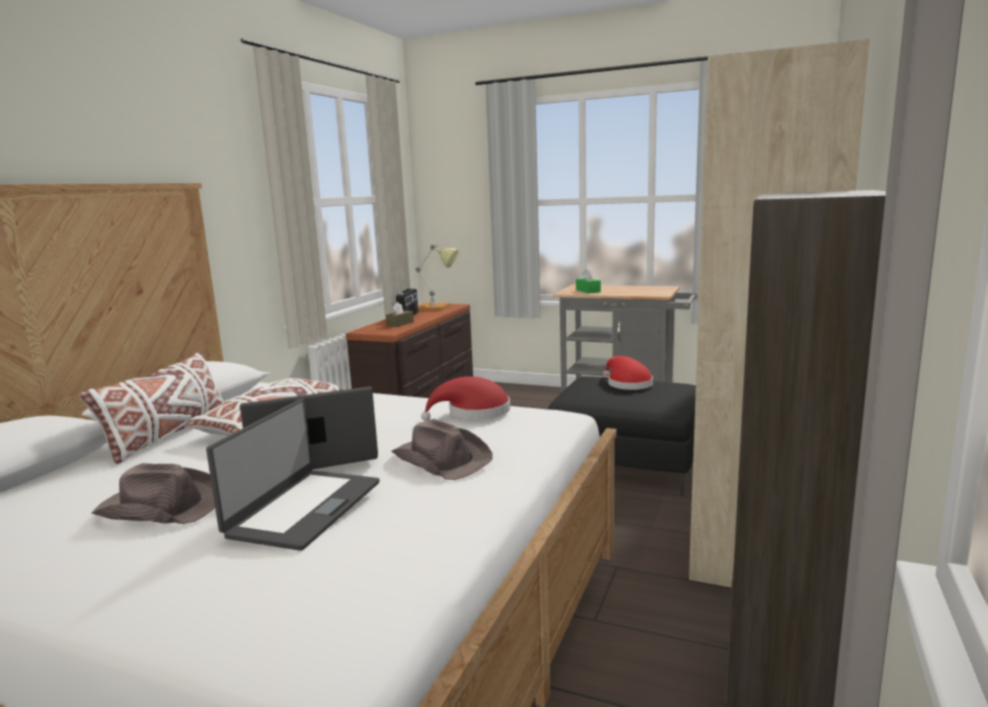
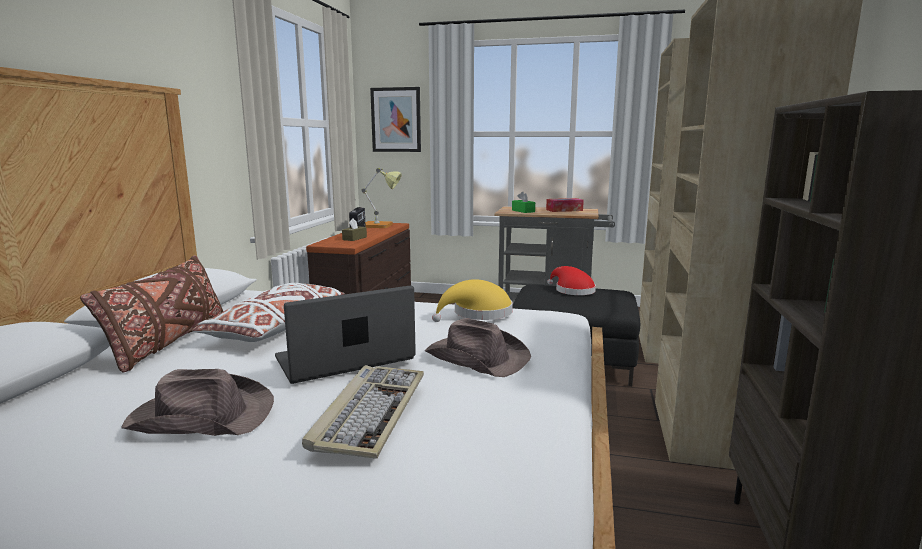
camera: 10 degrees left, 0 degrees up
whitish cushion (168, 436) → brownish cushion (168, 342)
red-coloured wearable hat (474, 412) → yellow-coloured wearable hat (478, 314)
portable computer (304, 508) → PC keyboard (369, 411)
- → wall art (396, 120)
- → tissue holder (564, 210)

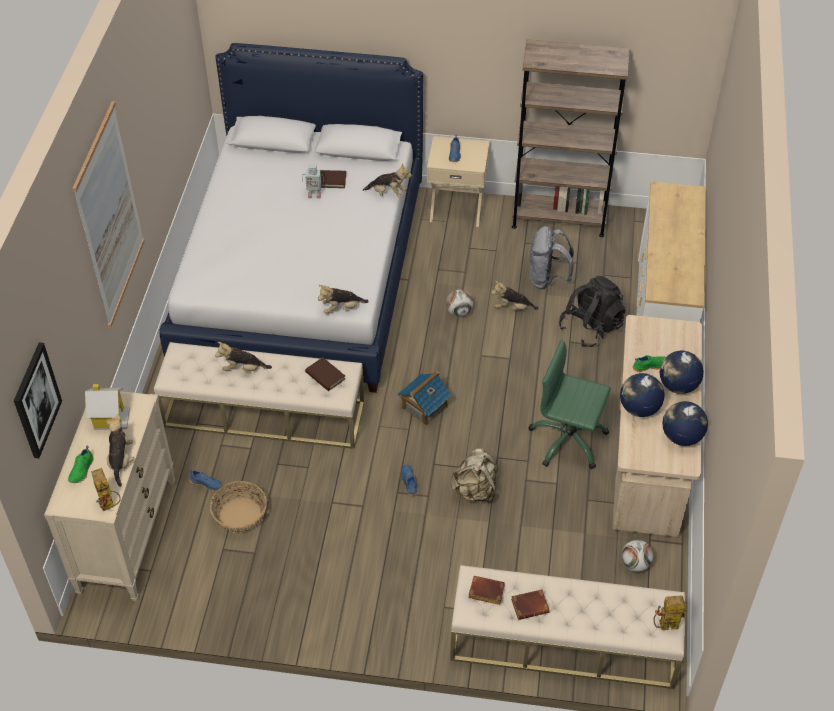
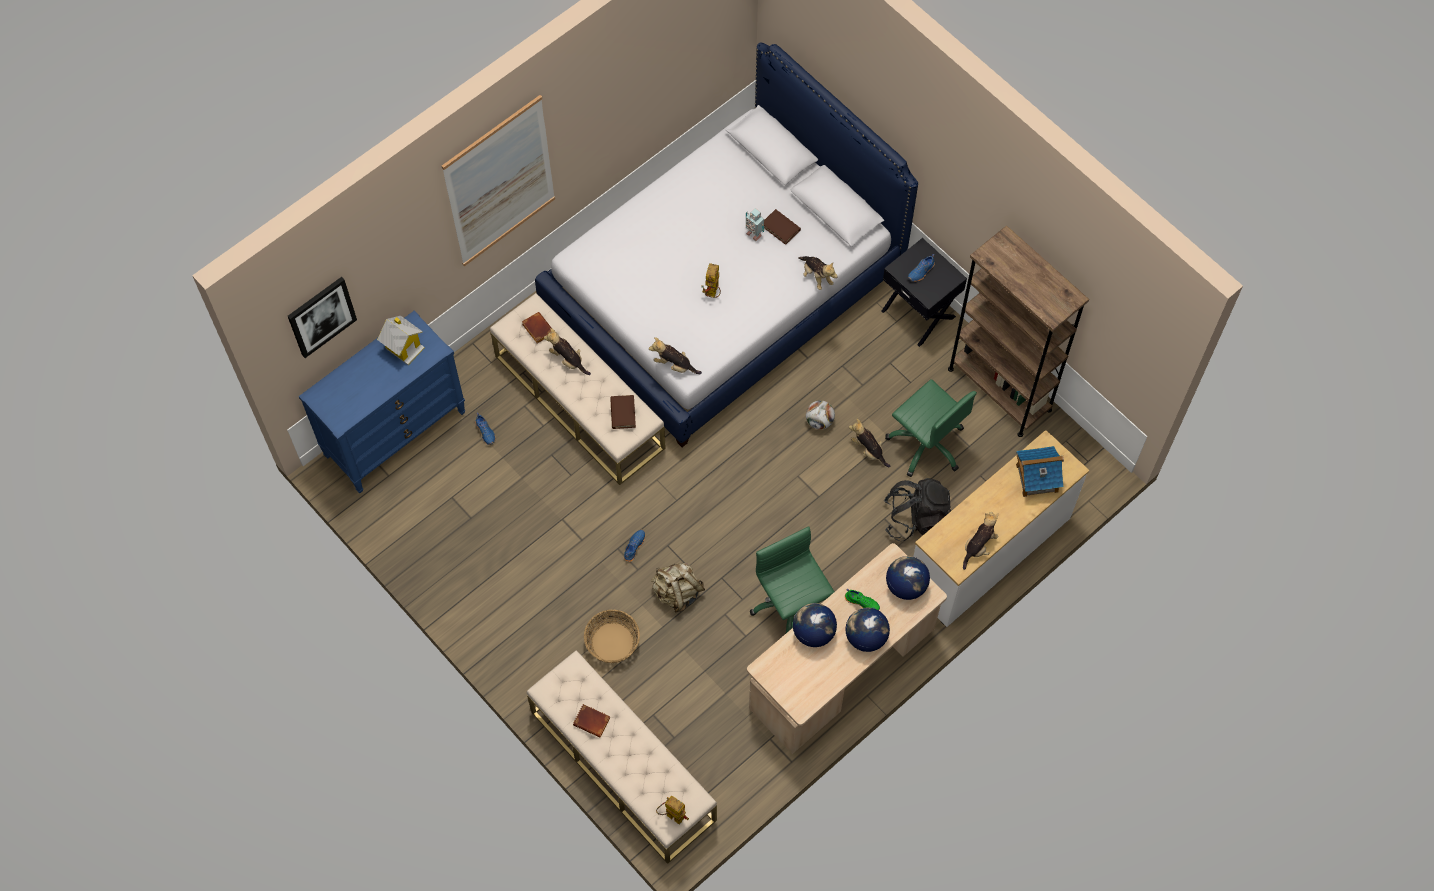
camera: 40 degrees right, 15 degrees up
sand-coloured bedside table (457, 208) → blackish bedside table (919, 313)
grey backpack (547, 279) → greenish computer chair (927, 443)
toy house (424, 407) → toy house (1036, 478), shifted
sand-coloured chest of drawers (127, 535) → blue-coloured chest of drawers (395, 433)
desk globe (681, 437) → desk globe (906, 585), shifted
plush toy (121, 460) → plush toy (978, 546), shifted
greenish item of footwear (82, 470) → -
model robot (109, 505) → model robot (712, 293), shifted
storage basket (239, 515) → storage basket (612, 642), shifted
football (635, 564) → -
brownish volume (485, 592) → brownish volume (537, 329), shifted

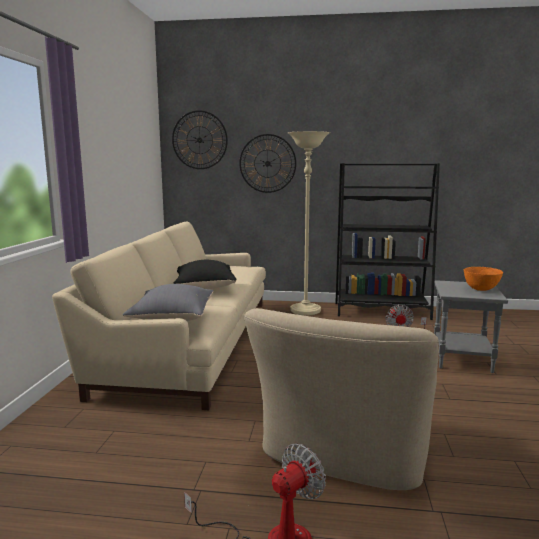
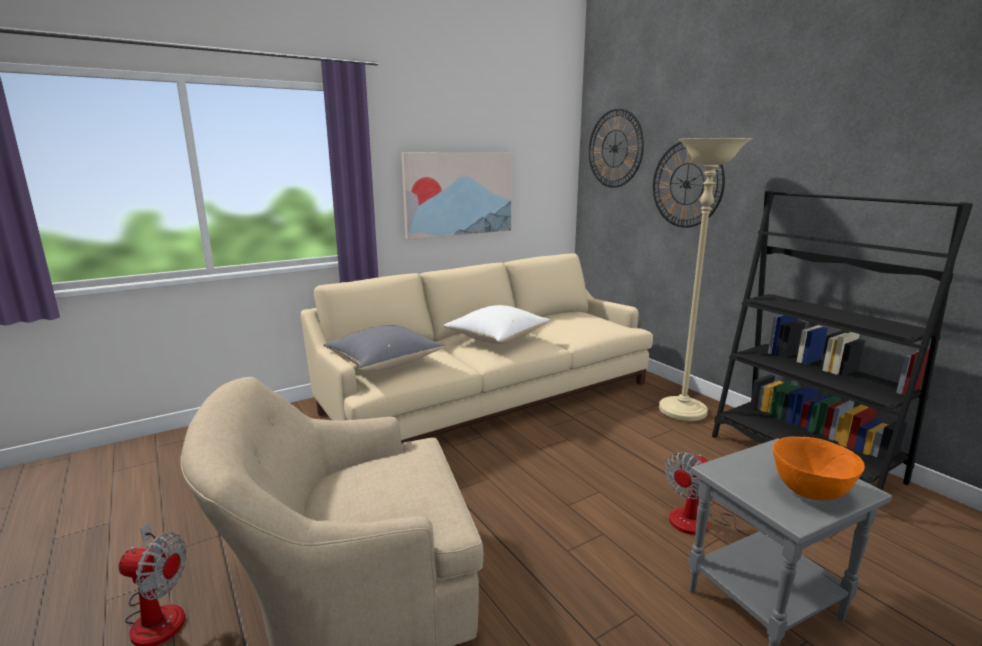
camera: 50 degrees right, 5 degrees up
blackish cushion (204, 287) → whitish cushion (497, 339)
- → wall art (458, 194)

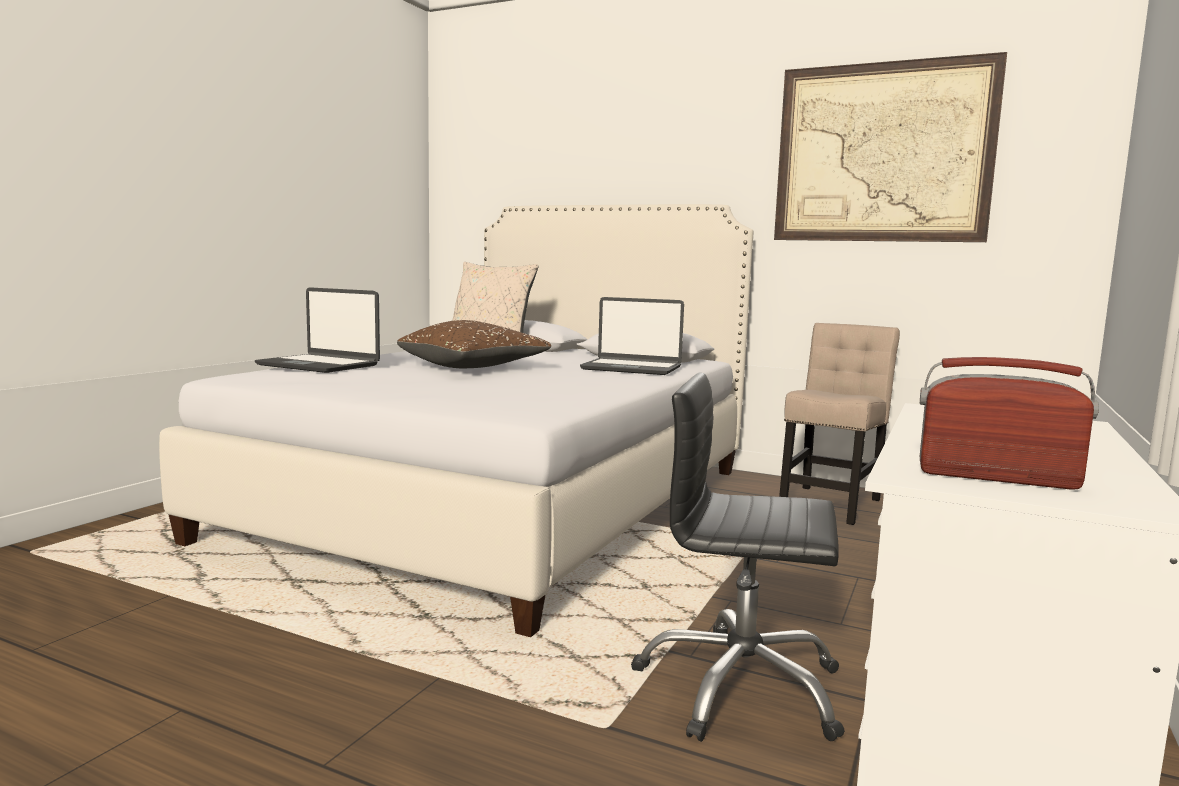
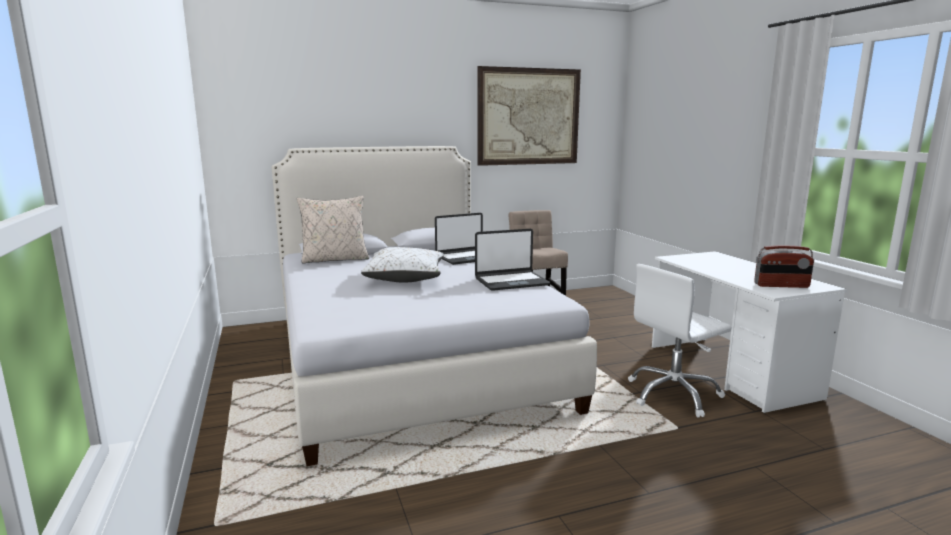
camera: 45 degrees left, 5 degrees up
portable computer (319, 365) → portable computer (511, 282), shifted
brownish cushion (474, 367) → whitish cushion (405, 278)
radio set (996, 477) → radio set (781, 285), 150 degrees counterclockwise
blackish computer chair (740, 687) → whitish computer chair (673, 394)

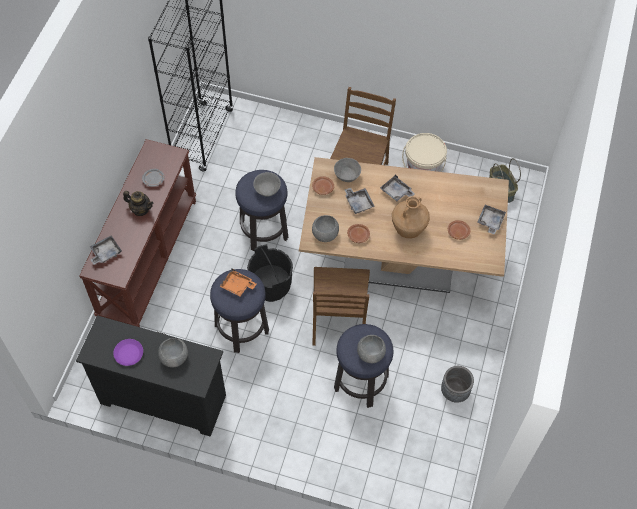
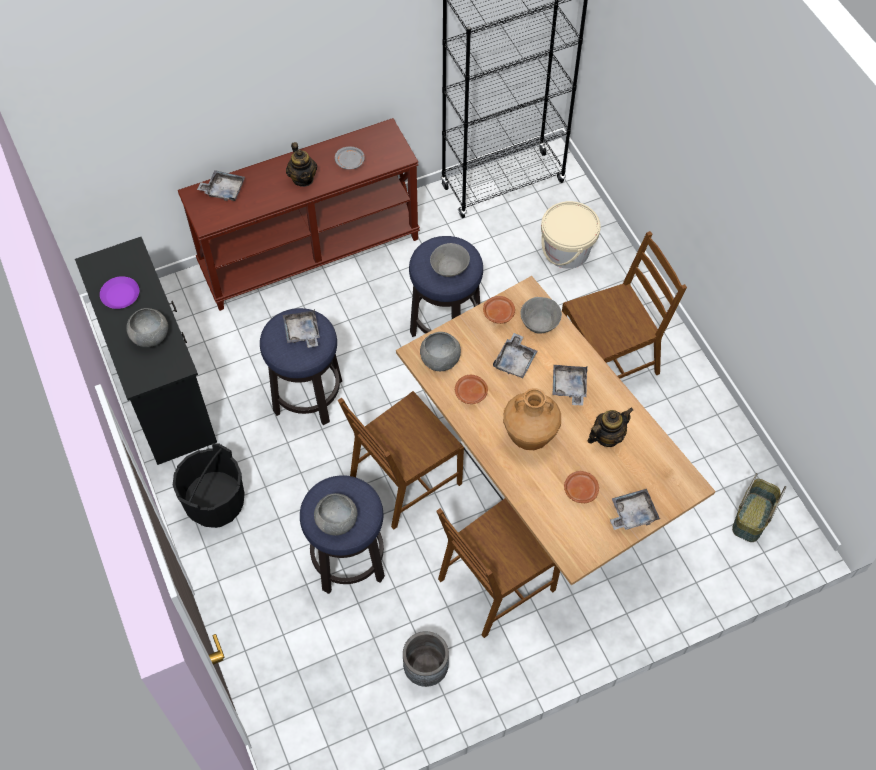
camera: 50 degrees right, 0 degrees up
sand-coloured water bucket (423, 167) → sand-coloured water bucket (566, 251), shifted
blackish water bucket (270, 285) → blackish water bucket (215, 502), shifted
orange-coloured serving tray (237, 286) → grey serving tray (302, 332)
- → pot for tea (607, 437)
- → brownish plain chair (495, 584)

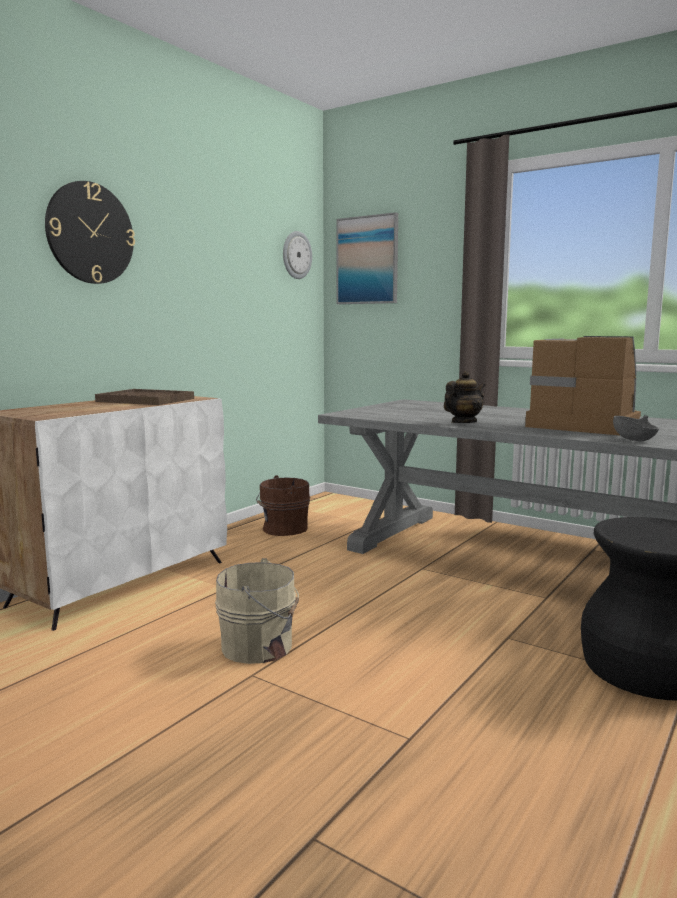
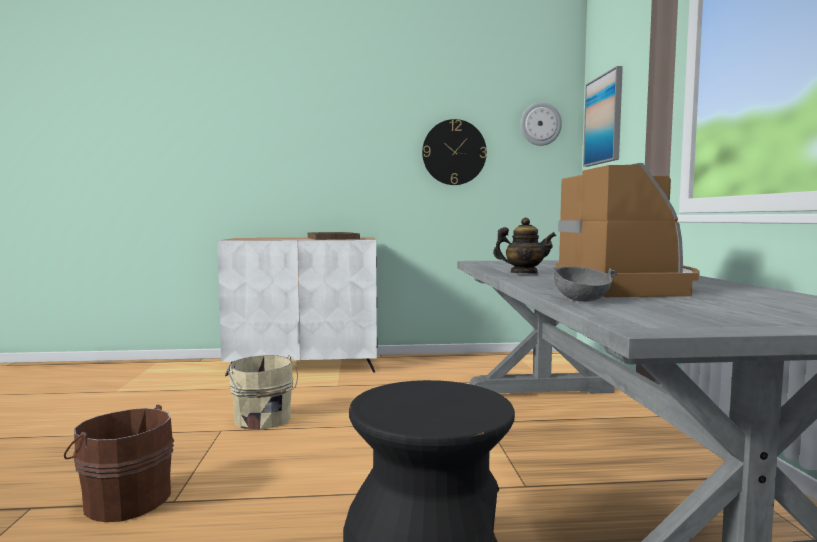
camera: 50 degrees right, 5 degrees down
wall clock (90, 233) → wall clock (454, 152), shifted
brownish water bucket (282, 529) → brownish water bucket (125, 499), shifted

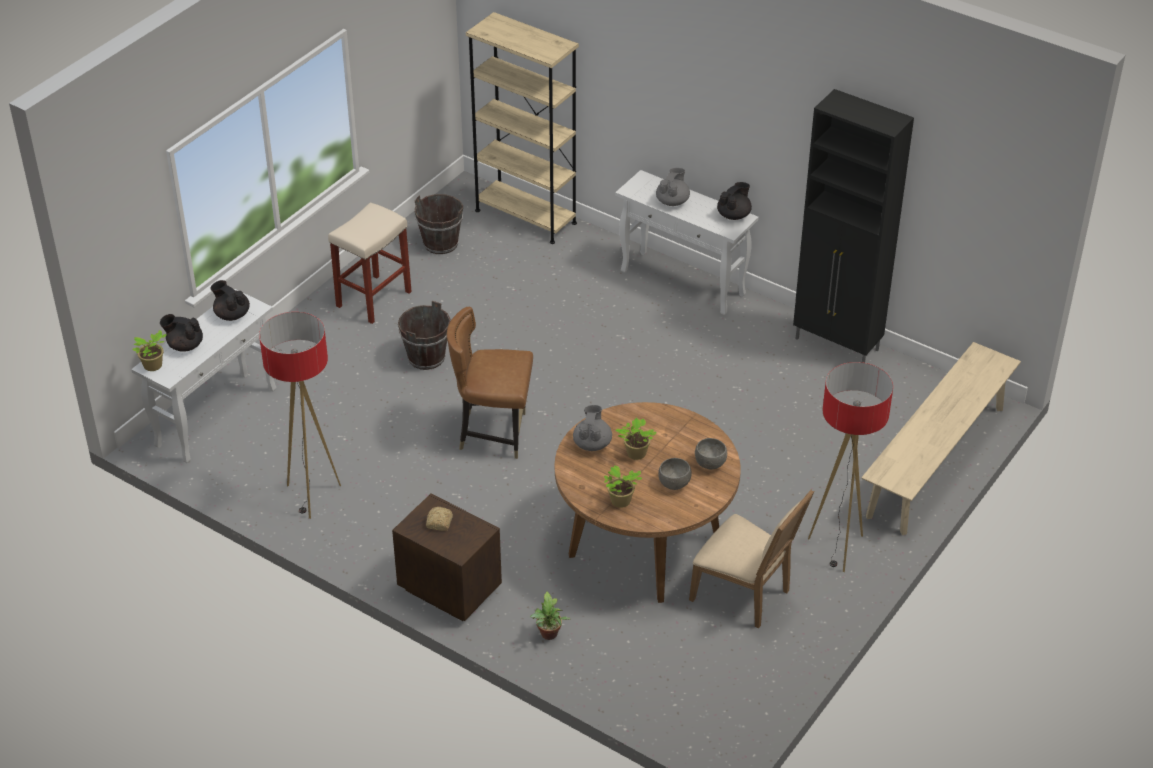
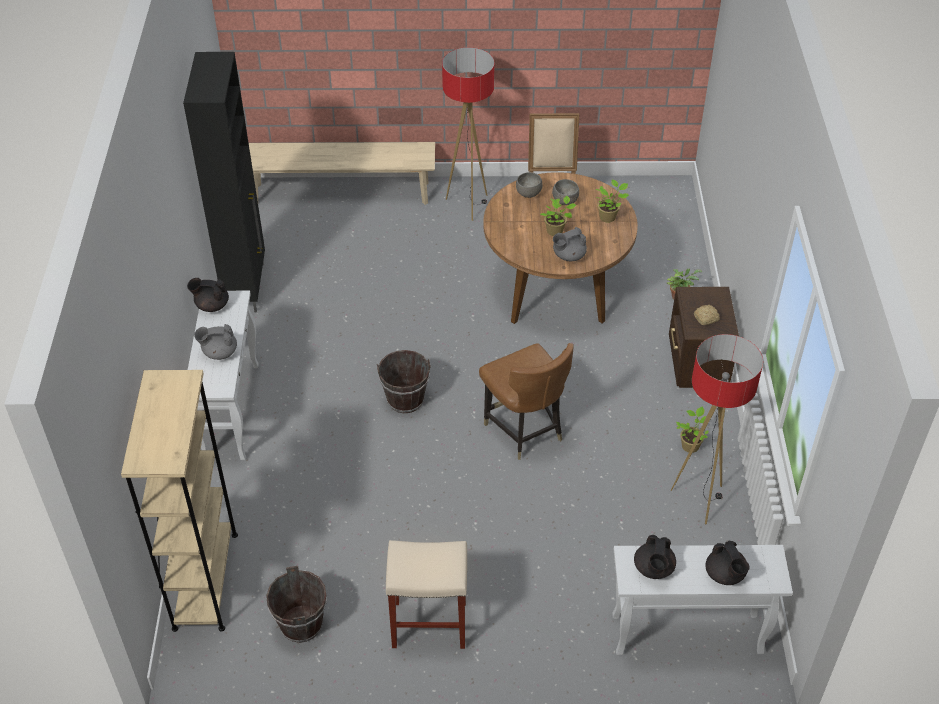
camera: 125 degrees left, 5 degrees up
brownish water bucket (426, 358) → brownish water bucket (405, 399), shifted
potted plant (153, 366) → potted plant (690, 445), shifted

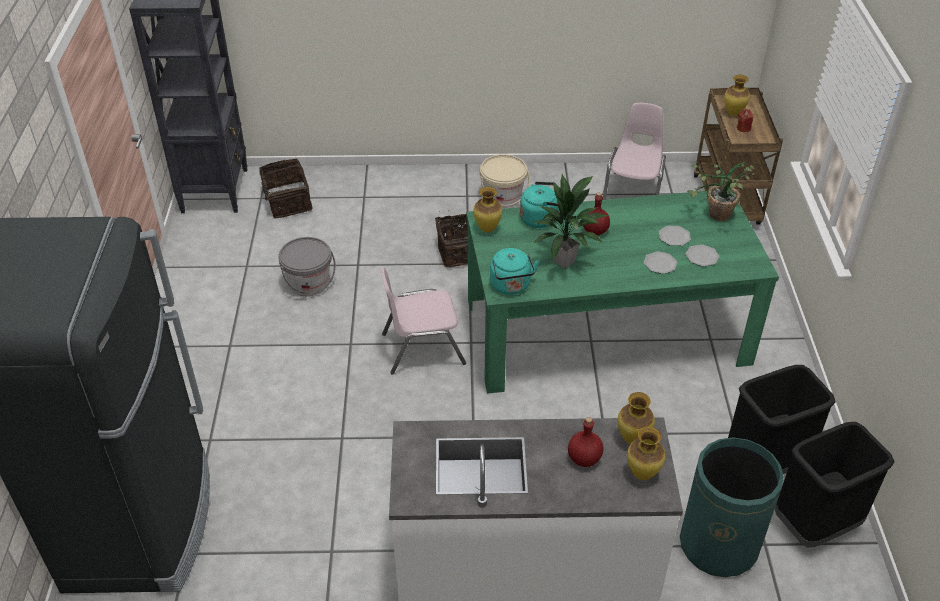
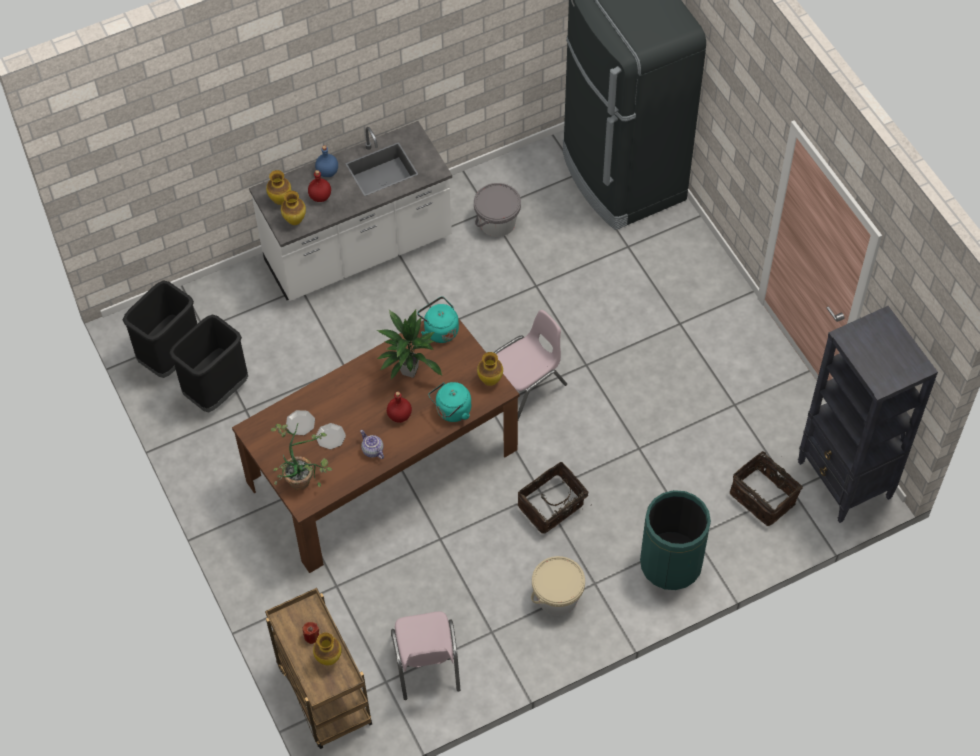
camera: 155 degrees right, 15 degrees up
greenish dinner table (605, 331) → brownish dinner table (382, 466)
grey water bucket (309, 283) → grey water bucket (497, 222), shifted
plate (659, 263) → -
greenish rubbish bin (718, 545) → greenish rubbish bin (670, 563), shifted
- → blue-coloured beverage bottle (327, 172)
- → pot for tea (372, 450)

